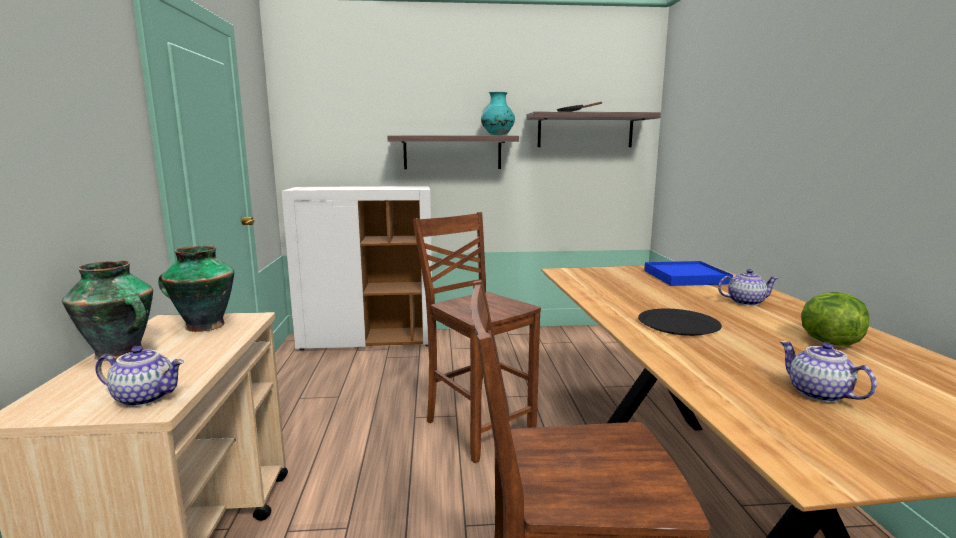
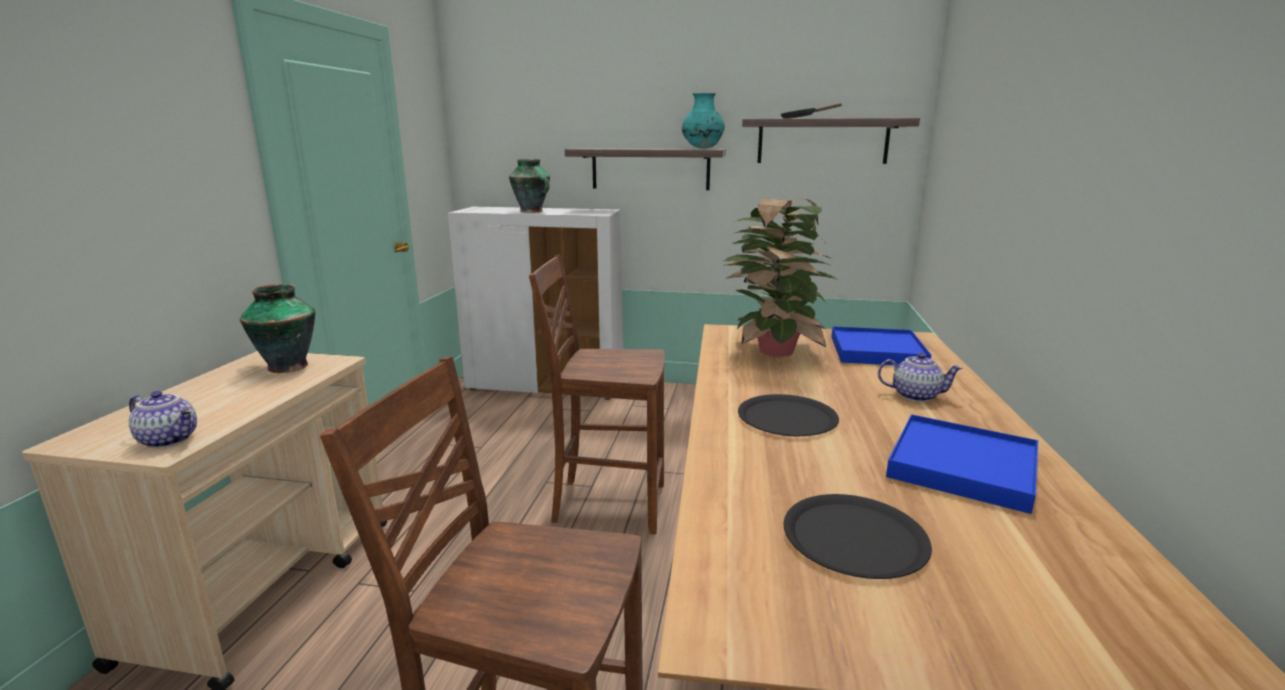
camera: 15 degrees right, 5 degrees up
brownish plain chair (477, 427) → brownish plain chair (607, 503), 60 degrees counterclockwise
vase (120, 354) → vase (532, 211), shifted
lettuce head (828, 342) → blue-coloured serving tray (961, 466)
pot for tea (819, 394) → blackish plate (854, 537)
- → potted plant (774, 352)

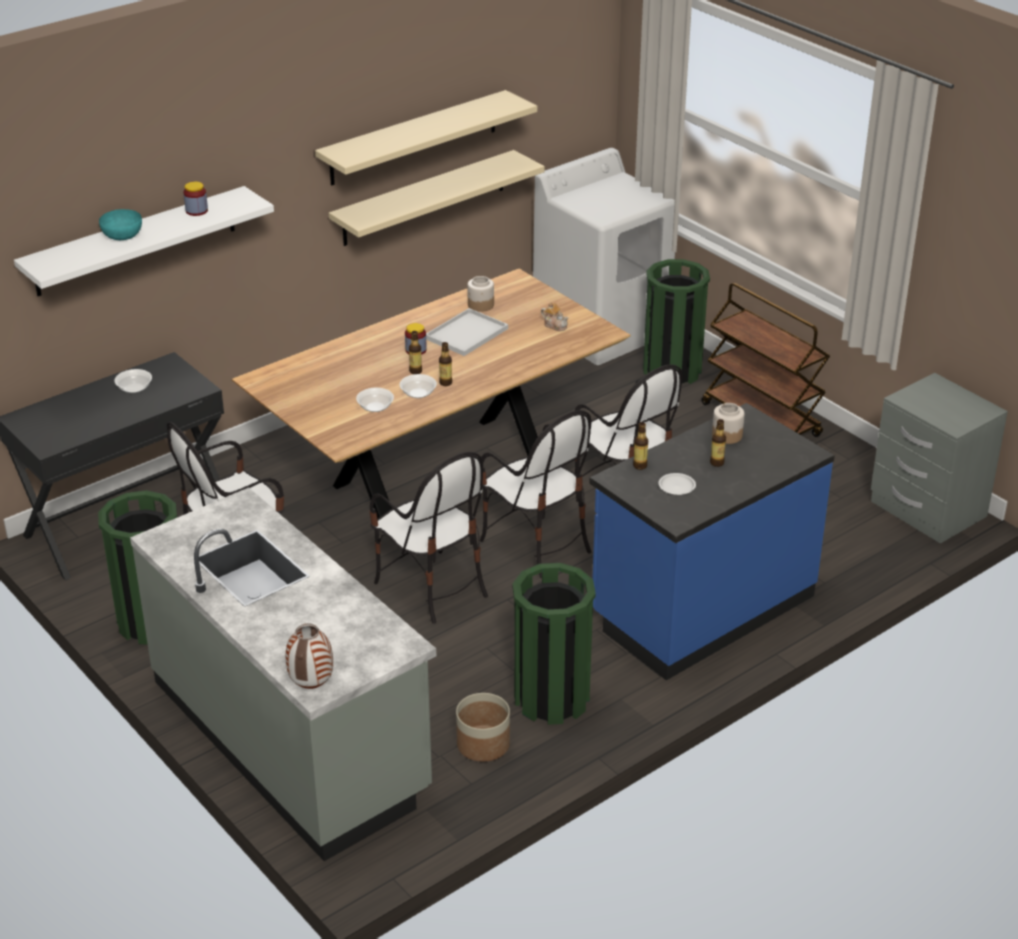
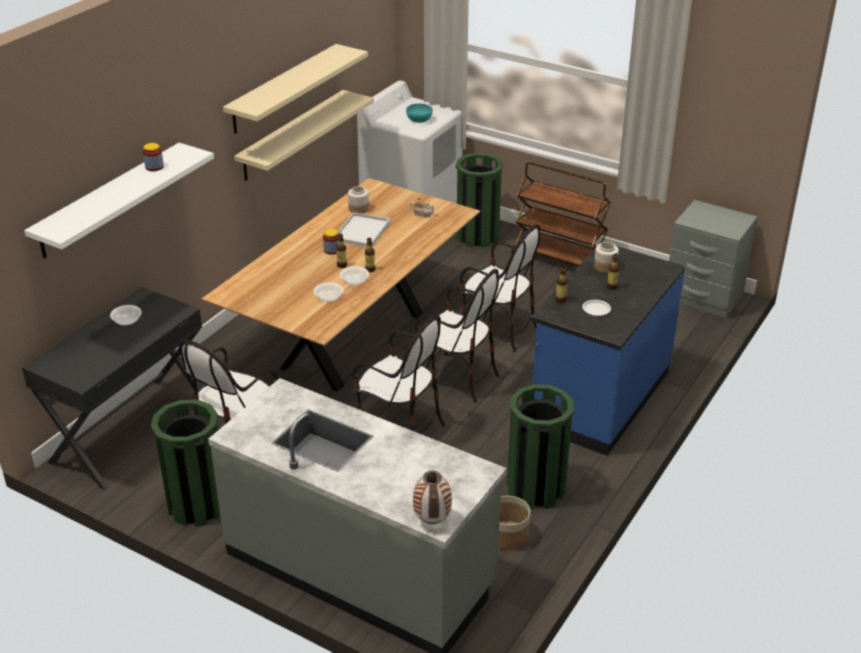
camera: 20 degrees left, 0 degrees up
turquoise-coloured deep dish (122, 235) → turquoise-coloured deep dish (419, 120), shifted

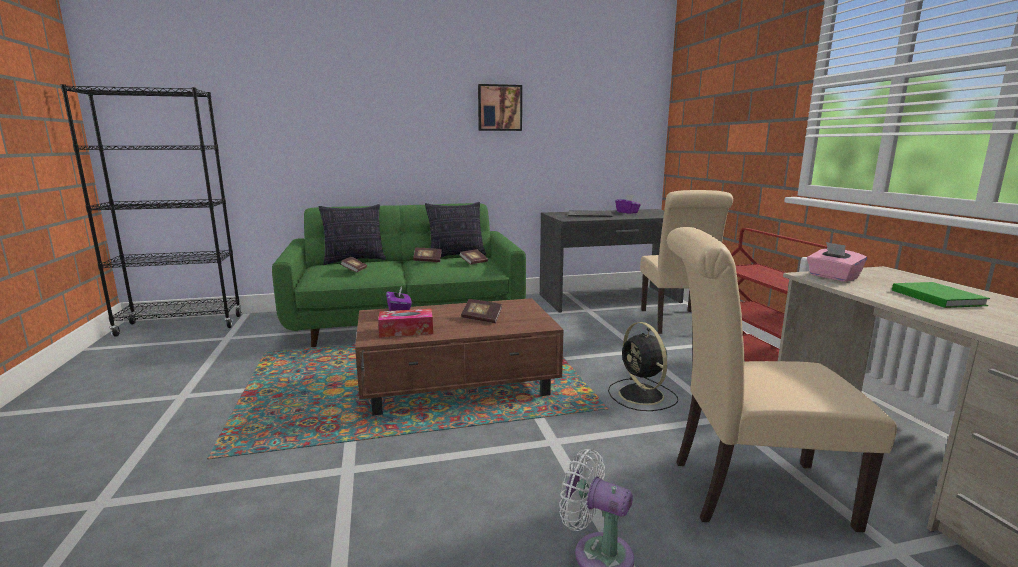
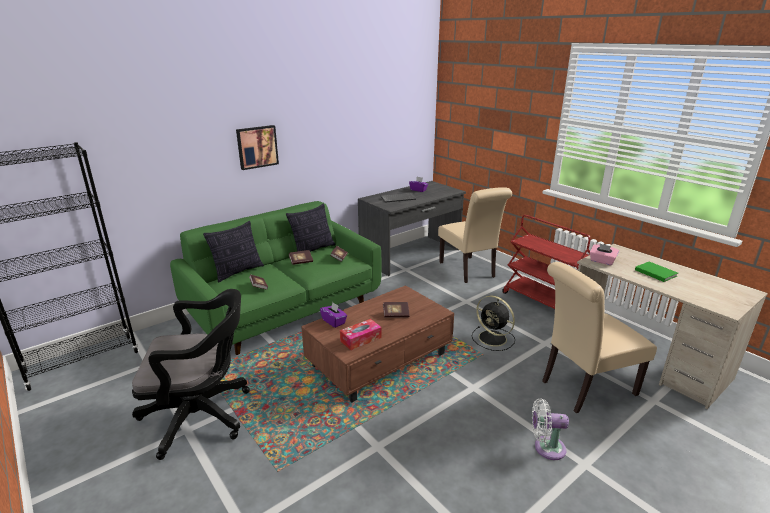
camera: 25 degrees left, 10 degrees up
wall art (499, 108) → wall art (257, 147), shifted
- → blackish computer chair (203, 416)

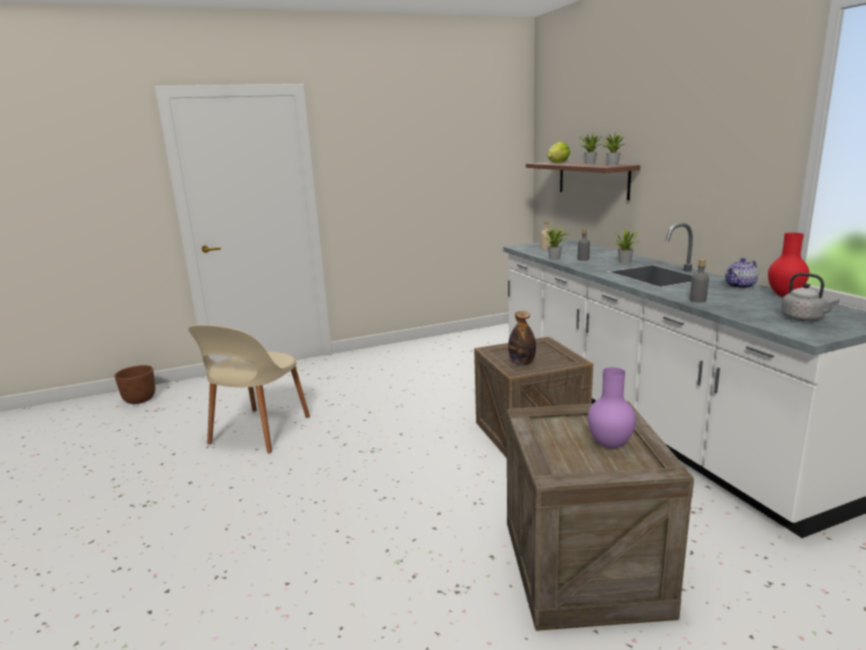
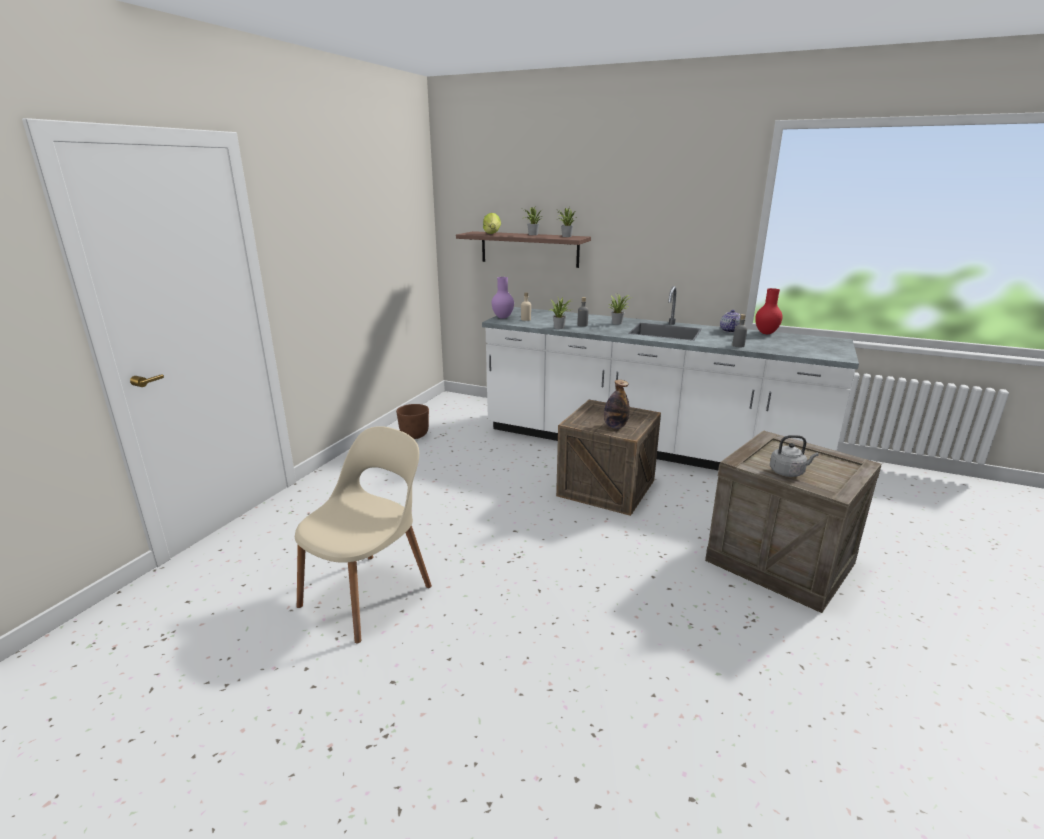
camera: 45 degrees left, 5 degrees up
grey water kettle (804, 319) → grey water kettle (788, 472), shifted
sand-coloured plain chair (258, 431) → sand-coloured plain chair (369, 594), 120 degrees counterclockwise
brownish plant pot (140, 400) → brownish plant pot (414, 435), shifted
purplish vase (611, 445) → purplish vase (503, 317), shifted

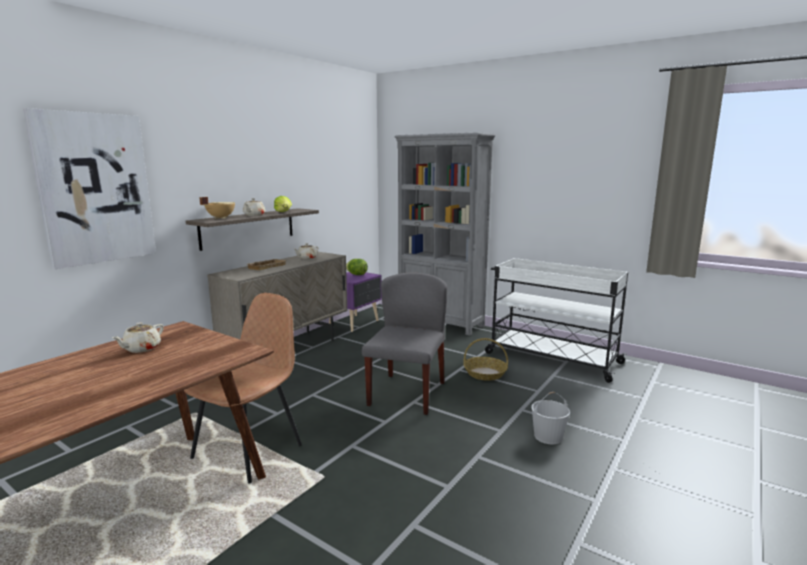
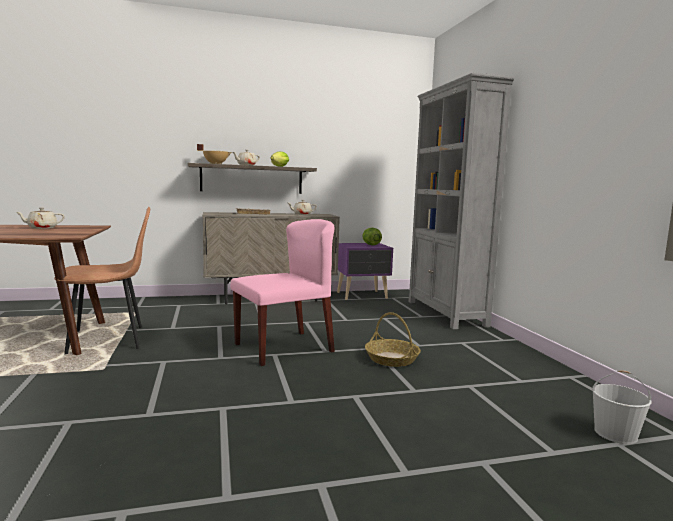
camera: 40 degrees right, 5 degrees down
wall art (95, 189) → -
whitish cart (550, 358) → -
grey plain chair (407, 393) → pink-coloured plain chair (284, 347)
whitish water bucket (548, 436) → whitish water bucket (616, 433), shifted

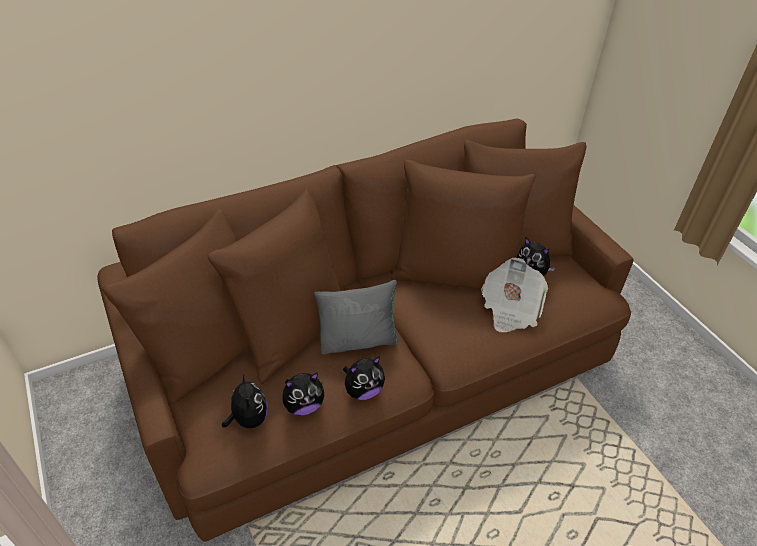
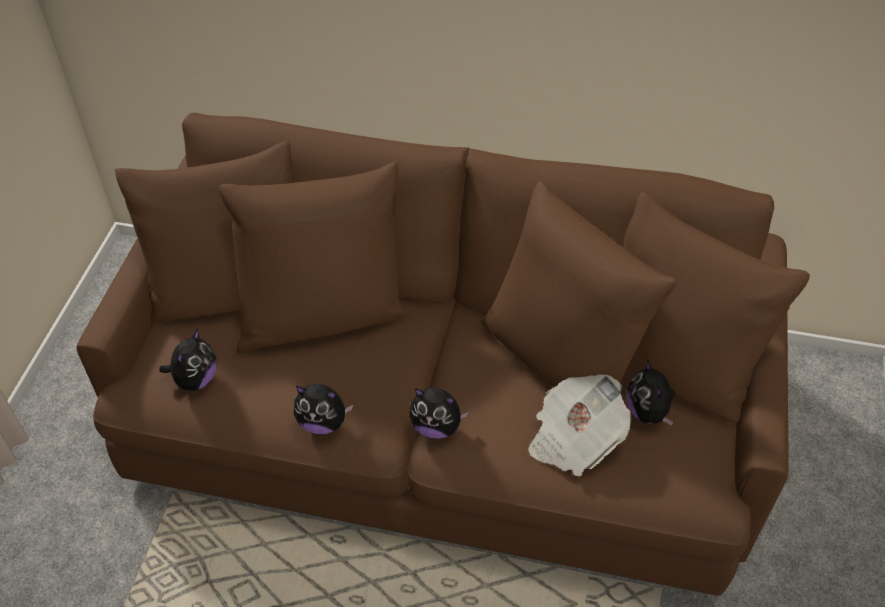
camera: 40 degrees right, 5 degrees up
grey cushion (359, 340) → -
plush toy (304, 405) → plush toy (436, 426), shifted

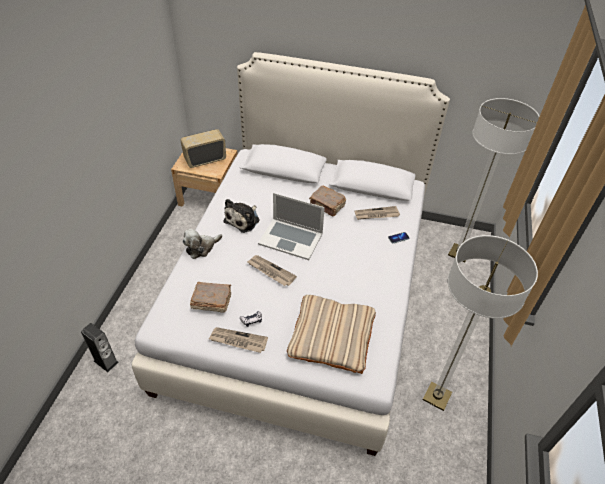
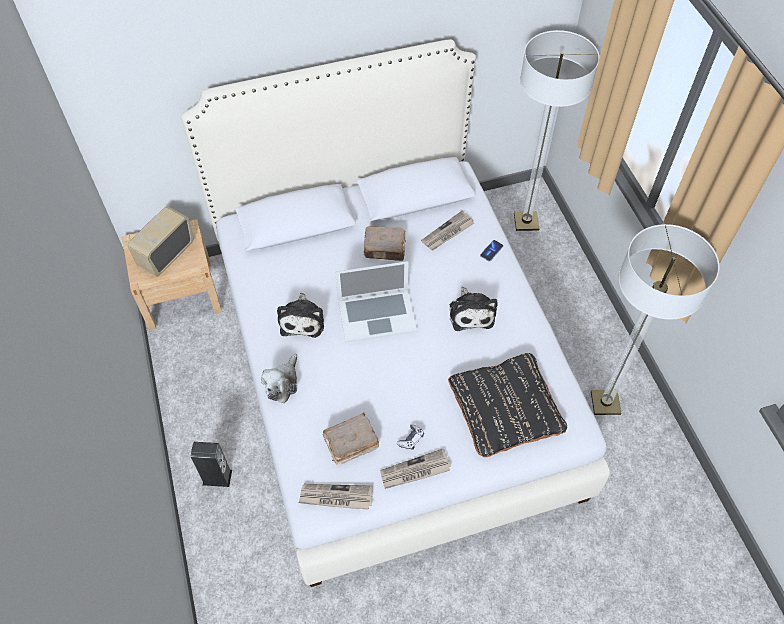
camera: 30 degrees left, 10 degrees up
daily paper (270, 271) → daily paper (336, 497), shifted
sand-coloured cushion (331, 336) → blackish cushion (505, 408)
speaker (106, 361) → speaker (217, 477), shifted
- → plush toy (471, 313)

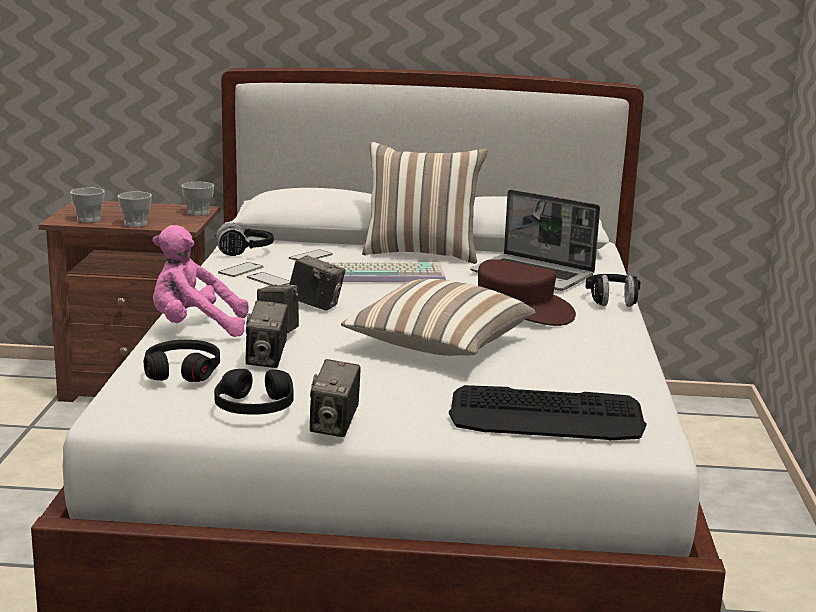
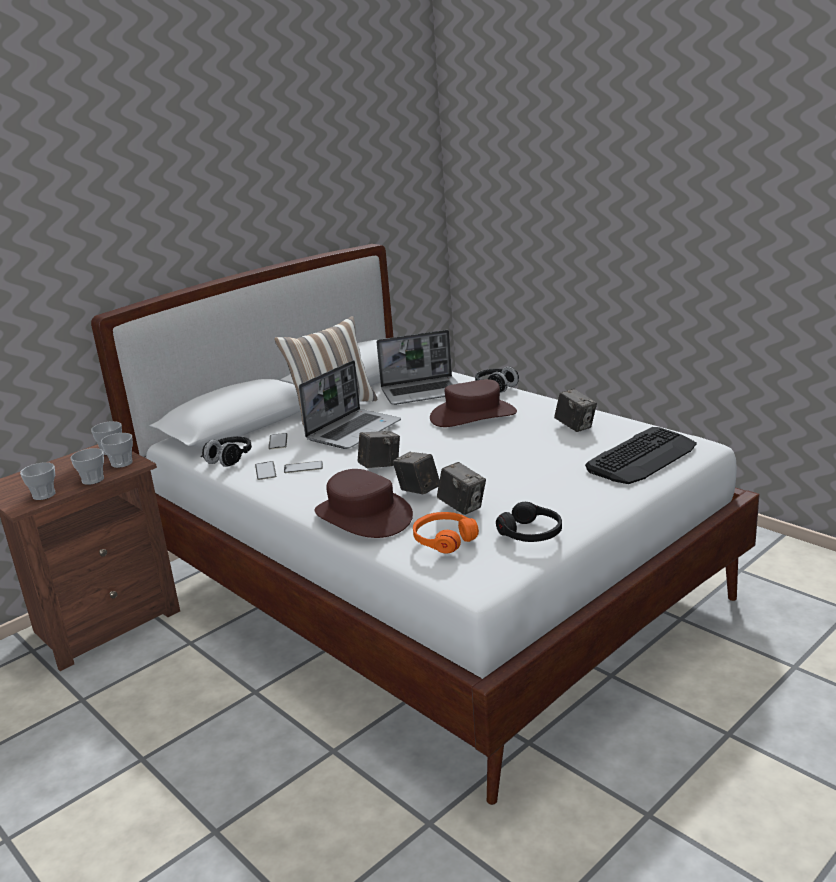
camera: 45 degrees left, 5 degrees up
pink-coloured plush toy (195, 328) → brownish wearable hat (362, 516)
PC keyboard (383, 274) → portable computer (354, 430)
cushion (438, 347) → -
blackish pair of headphones (182, 371) → orange-coloured pair of headphones (444, 539)
still camera (334, 427) → still camera (575, 426), shifted
- → drinking cup (122, 463)

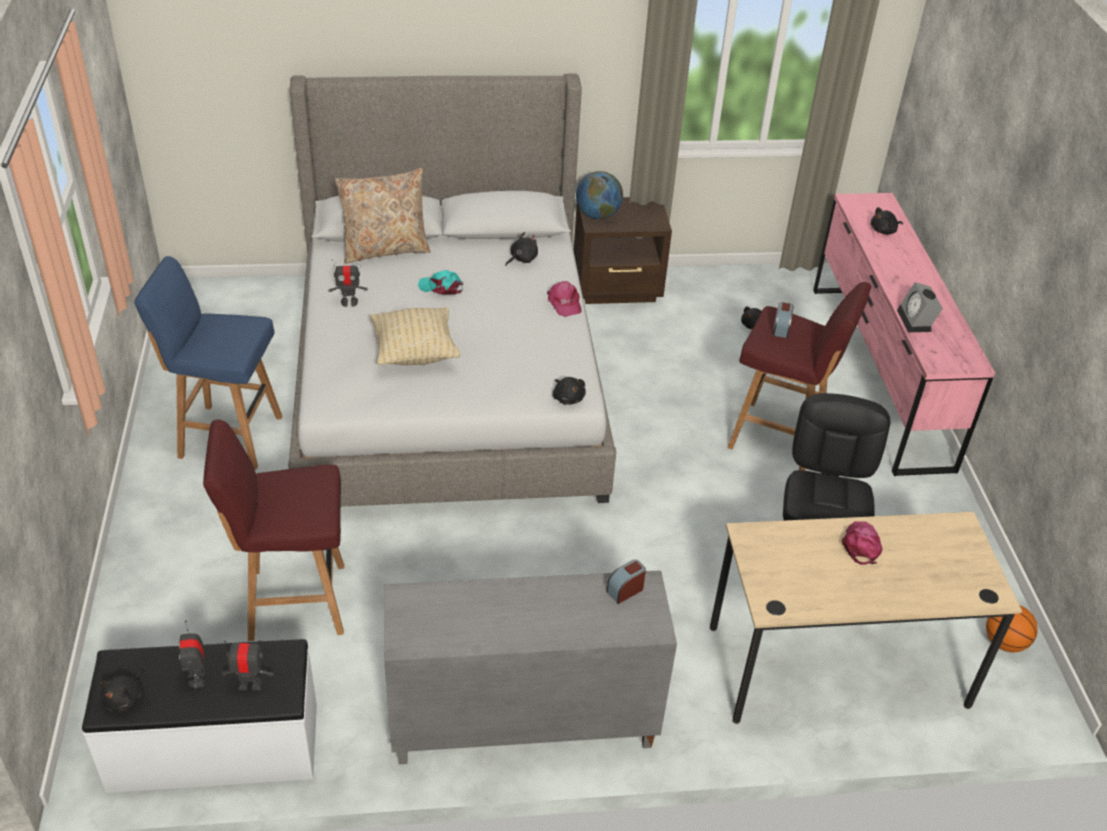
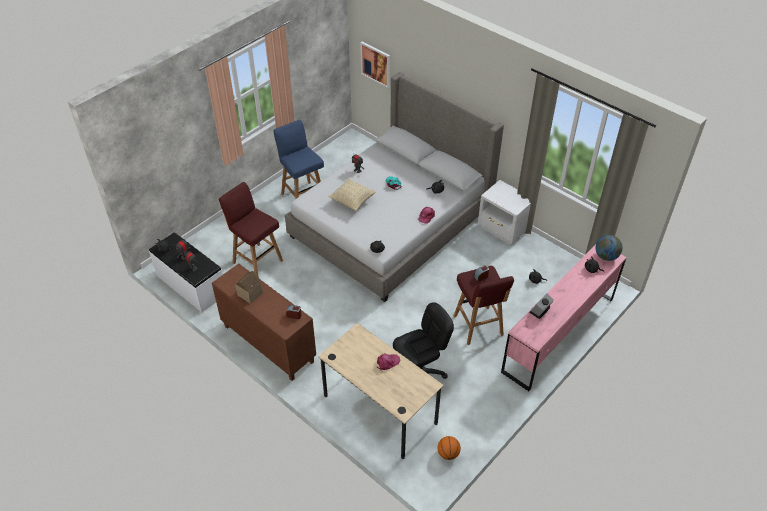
camera: 50 degrees right, 5 degrees up
sand-coloured cushion (385, 249) → -
desk globe (597, 215) → desk globe (606, 256), shifted
brownish bedside table (618, 288) → whitish bedside table (503, 230)
grey cupboard (521, 724) → brownish cupboard (267, 344)
- → wall art (376, 64)
- → toy house (249, 293)

